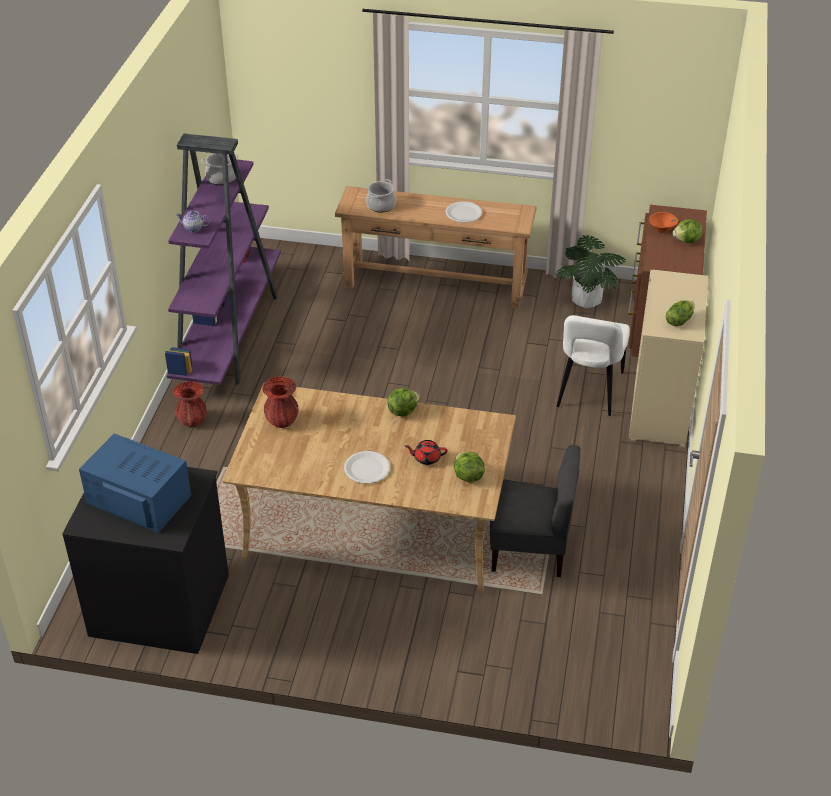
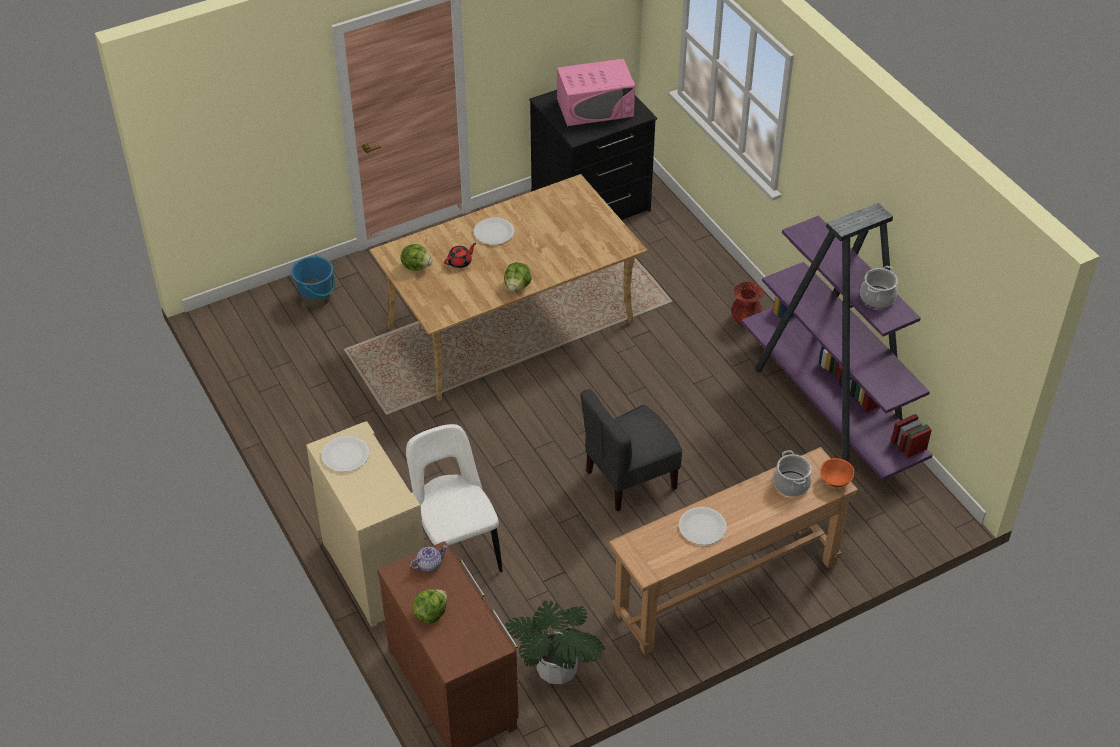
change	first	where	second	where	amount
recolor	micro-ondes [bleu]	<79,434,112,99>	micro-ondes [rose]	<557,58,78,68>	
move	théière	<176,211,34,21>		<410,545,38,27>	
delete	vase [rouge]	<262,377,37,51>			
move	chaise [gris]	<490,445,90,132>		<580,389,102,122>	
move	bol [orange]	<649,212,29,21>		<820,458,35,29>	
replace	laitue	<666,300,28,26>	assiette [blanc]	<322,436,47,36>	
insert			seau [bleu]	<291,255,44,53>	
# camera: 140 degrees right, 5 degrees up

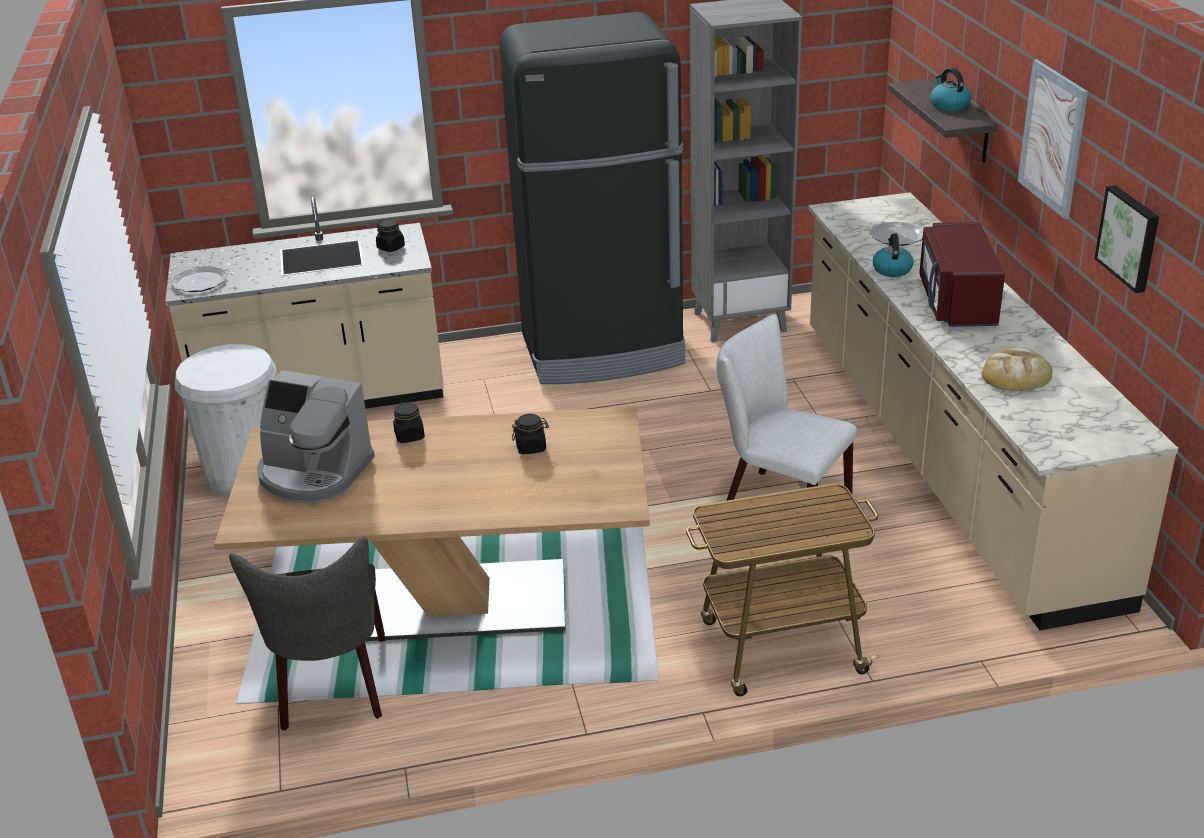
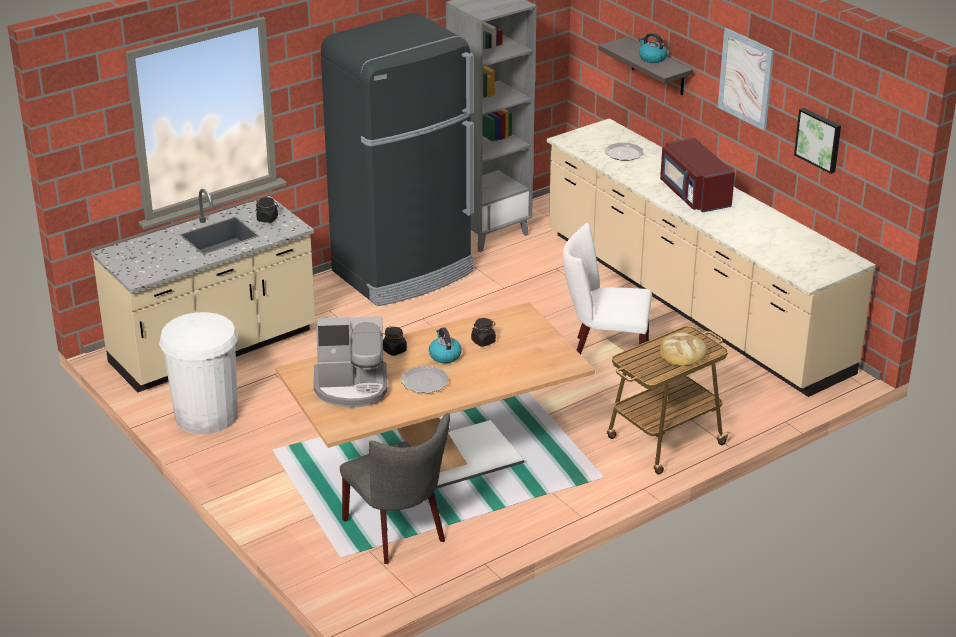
change	first	where	second	where	amount
move	assiette	<171,266,57,26>		<401,366,48,27>	
move	bouilloire	<873,234,40,43>		<429,327,33,36>	
move	pain	<982,347,70,44>		<660,332,48,34>	
# camera: 25 degrees left, 0 degrees up

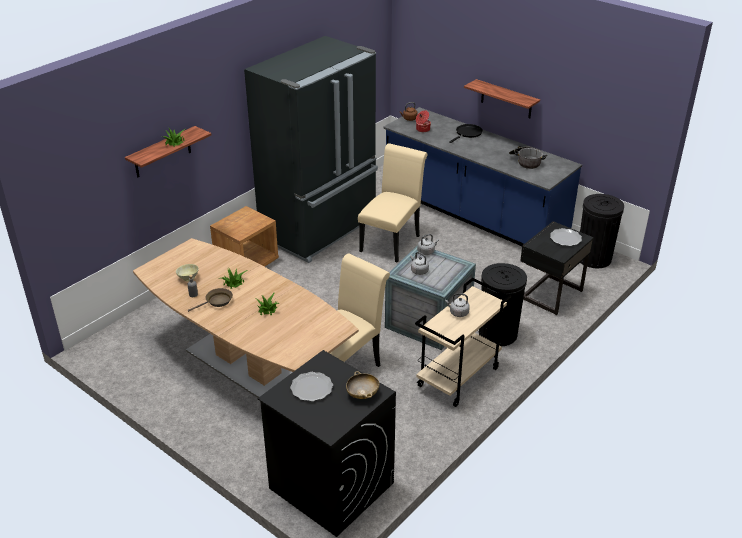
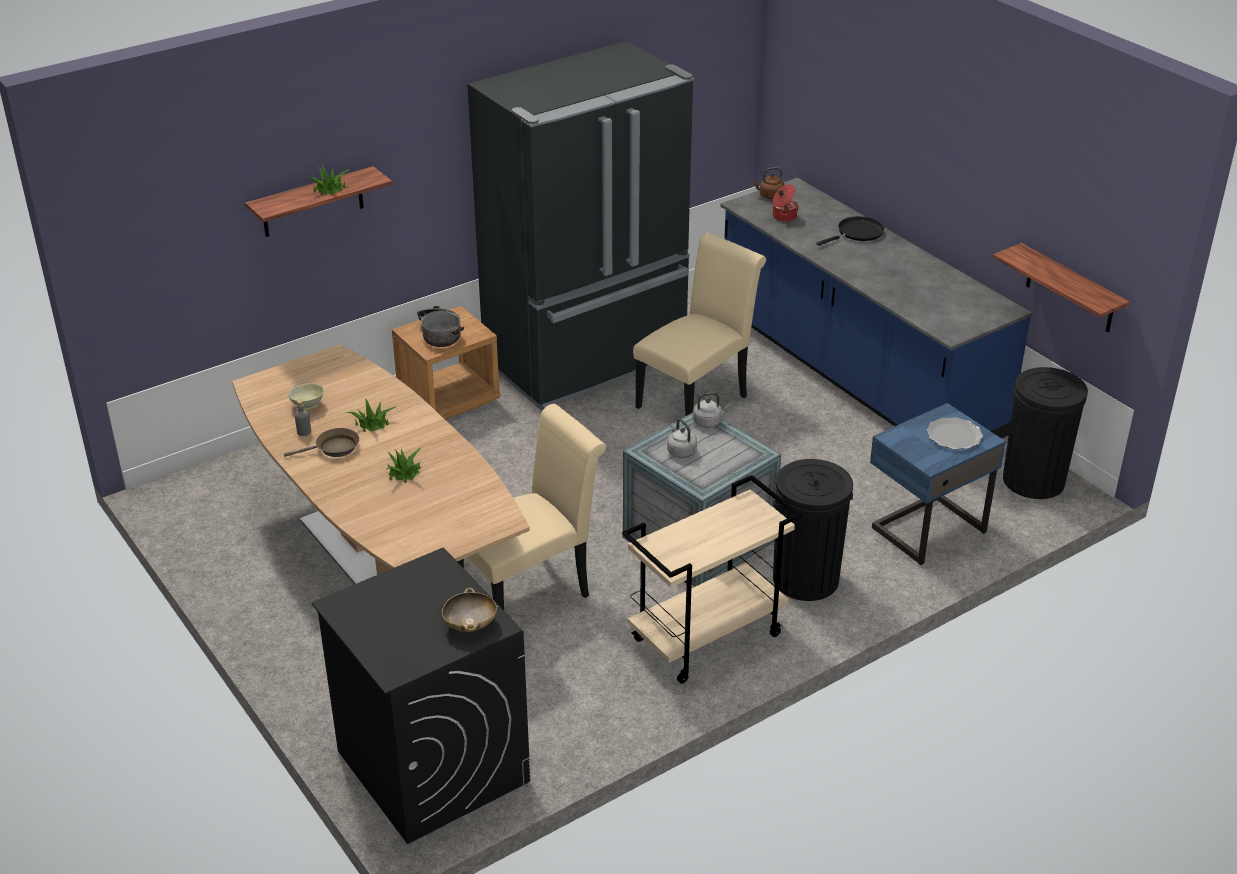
change	first	where	second	where	amount
delete	assiette	<290,372,43,29>			
delete	bouilloire [gris]	<445,293,25,24>			
move	étagère	<464,79,76,39>		<993,243,137,89>	
move	marmite	<509,146,38,23>		<417,306,47,41>	
recolor	table de chevet [noir]	<520,221,74,94>	table de chevet [bleu]	<870,403,136,162>	
# camera: 15 degrees right, 0 degrees up

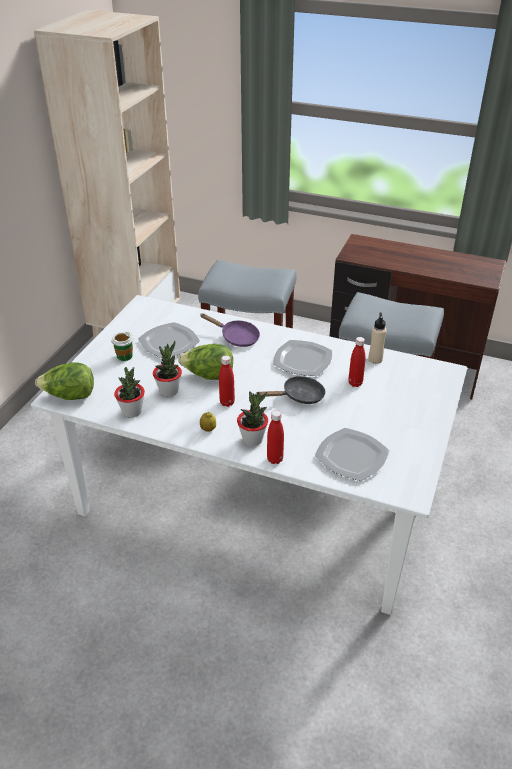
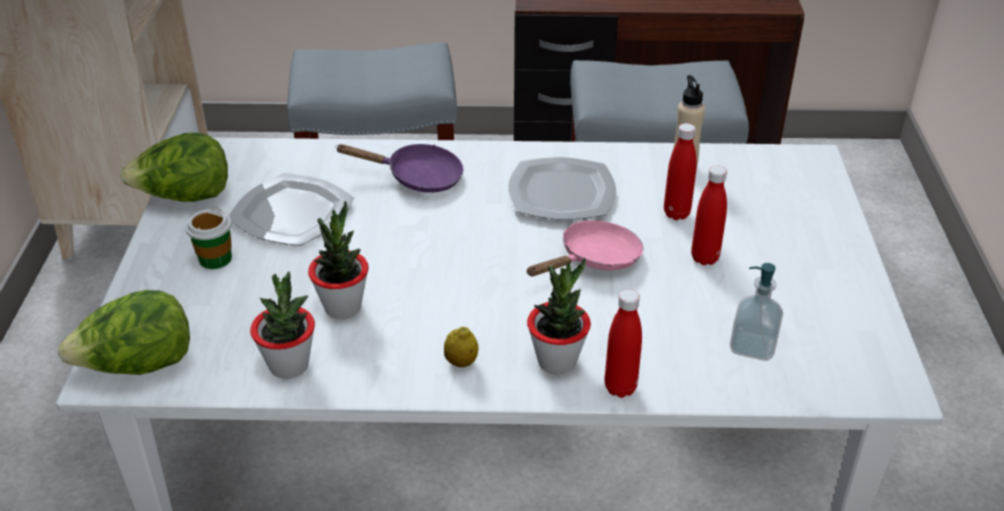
change	first	where	second	where	amount
move	laitue	<178,344,55,36>		<120,133,108,69>	
move	bouteille [rouge]	<219,356,16,51>		<691,165,36,100>	
recolor	poêle [noir]	<255,376,71,28>	poêle [rose]	<526,220,117,56>	
replace	assiette	<315,428,75,53>	distributeur de savon	<730,263,53,98>	
# camera: 20 degrees left, 0 degrees up

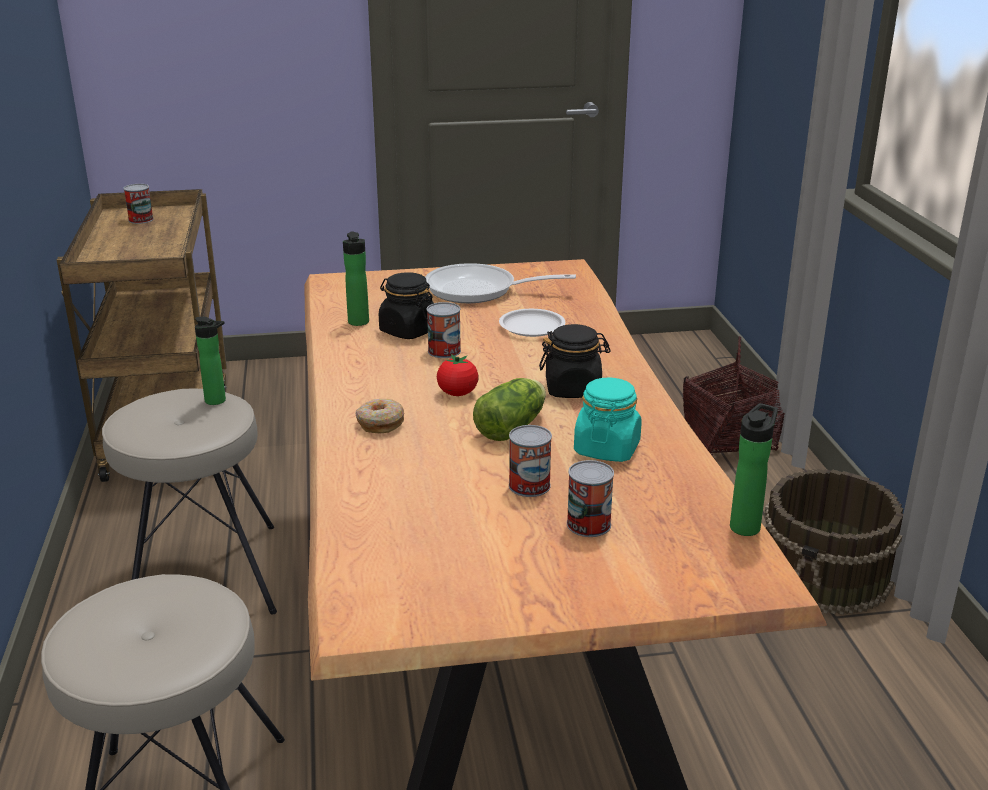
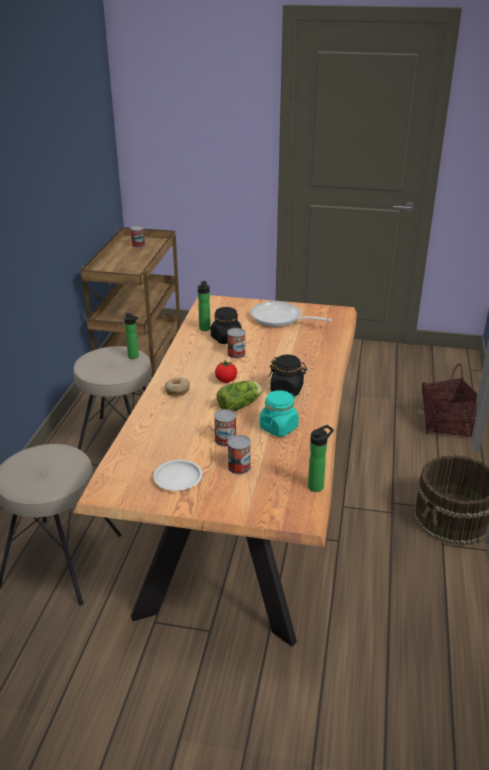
change	first	where	second	where	amount
move	assiette [blanc]	<499,309,66,28>		<153,460,50,31>	
# camera: 20 degrees right, 5 degrees up

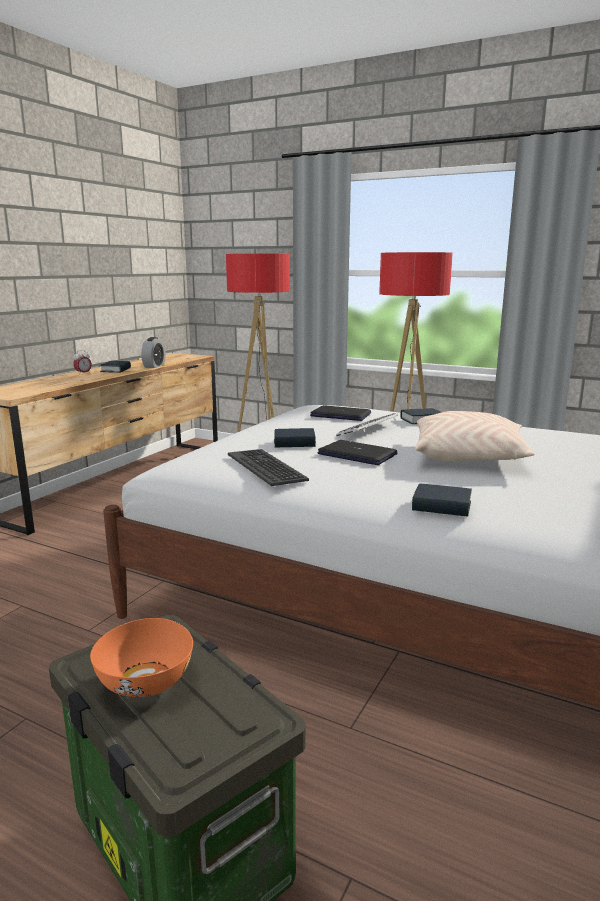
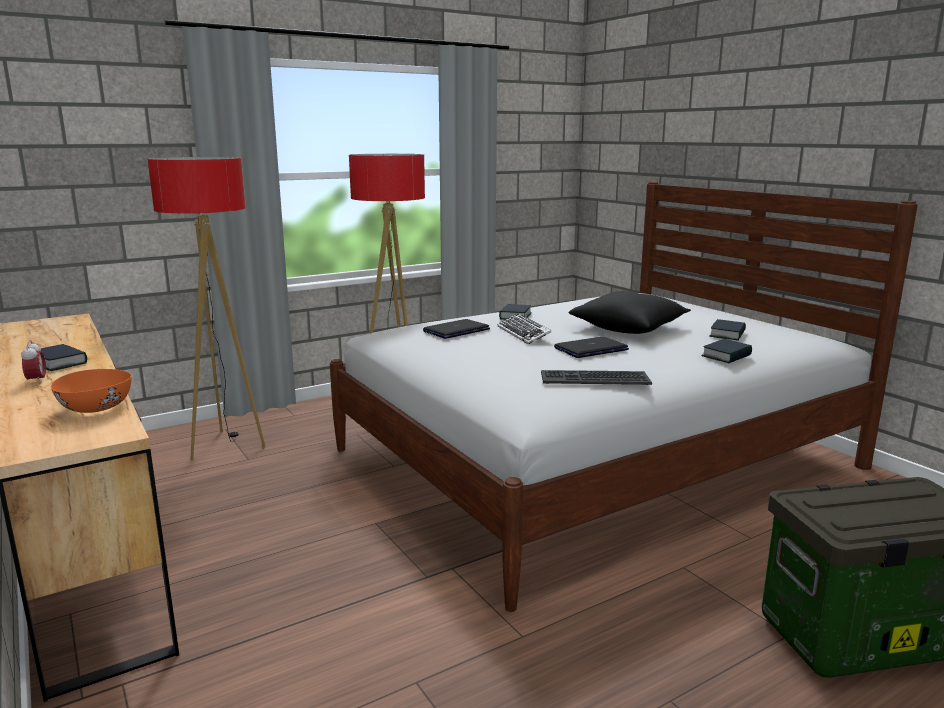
change	first	where	second	where	amount
move	bol [orange]	<90,618,103,80>		<51,369,81,44>	
delete	réveil	<141,337,25,31>			
move	livre	<274,428,42,19>		<709,319,37,22>	
recolor	coussin [beige]	<415,411,119,50>	coussin [noir]	<569,291,122,43>	
# camera: 60 degrees left, 0 degrees up

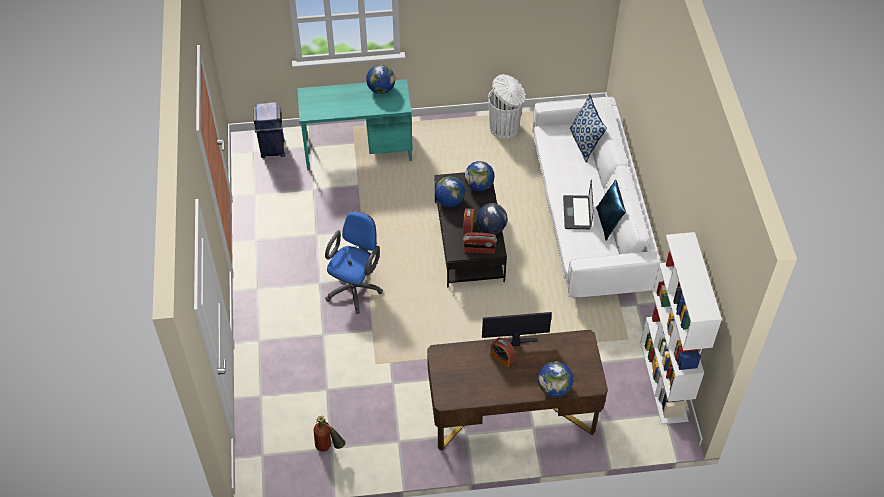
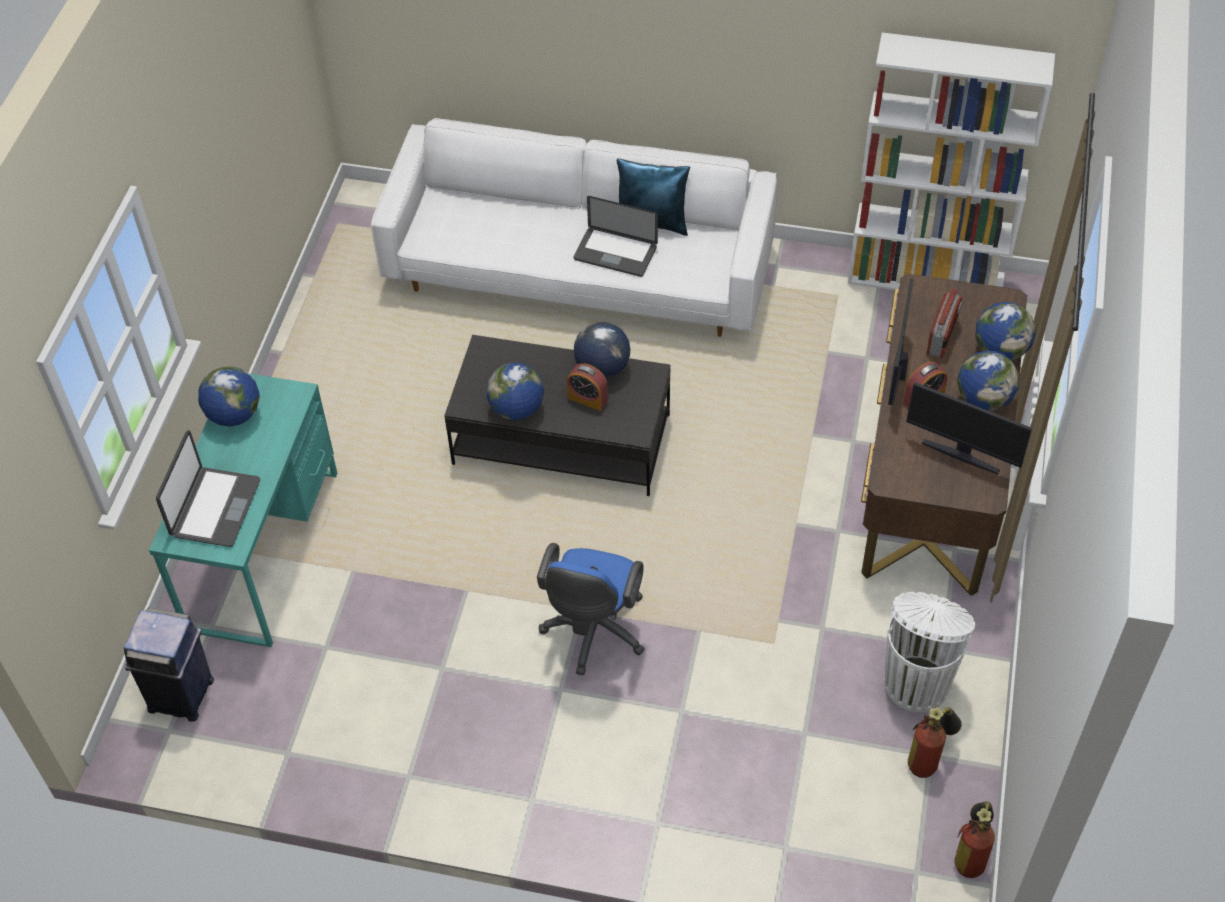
change	first	where	second	where	amount
rotate	chaise de bureau [bleu]	<325,211,58,103>		<537,543,108,132>	120 degrees counterclockwise
move	radio	<463,233,34,21>		<927,288,35,70>	
move	globe	<465,161,30,30>		<957,351,62,60>	
move	poubelle [blanc]	<488,74,38,65>		<885,592,90,120>	
delete	coussin	<570,94,37,69>			
insert			ordinateur portable	<156,430,104,117>	
insert			écran d'ordinateur	<906,382,126,92>	
insert			extincteur	<954,801,41,77>	
# camera: 70 degrees left, 0 degrees up

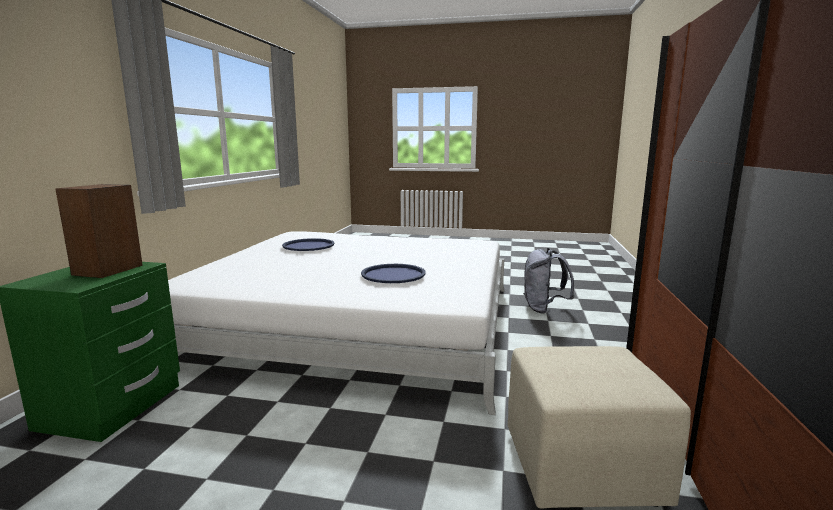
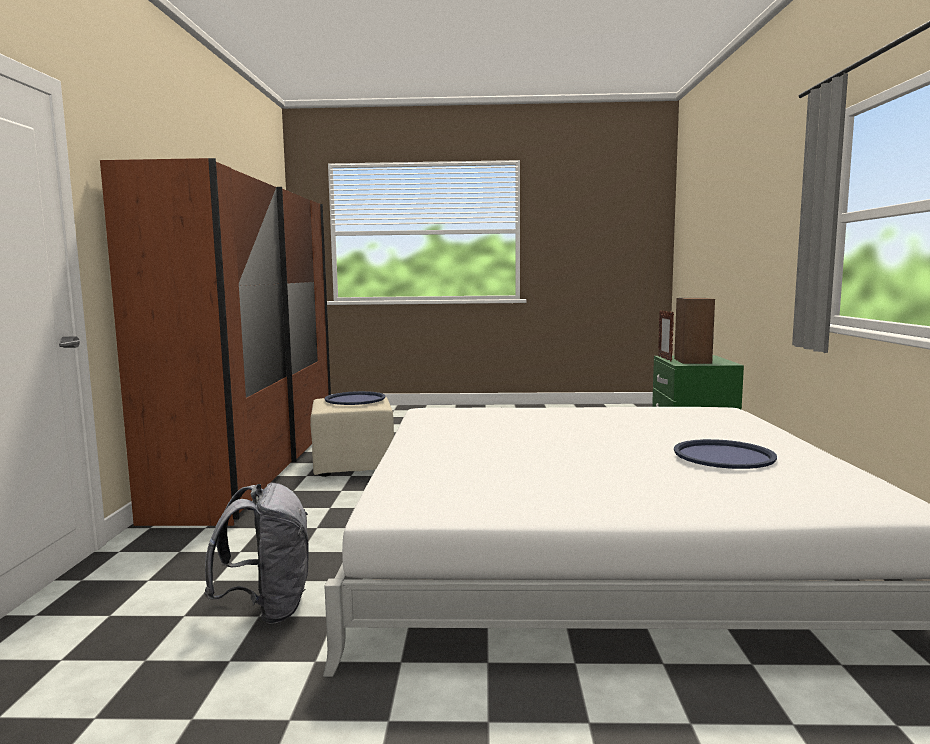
change	first	where	second	where	amount
move	plateau [bleu]	<361,264,65,19>		<325,391,60,14>	
insert			cadre photo	<658,310,16,51>	
# camera: 170 degrees right, 5 degrees down

